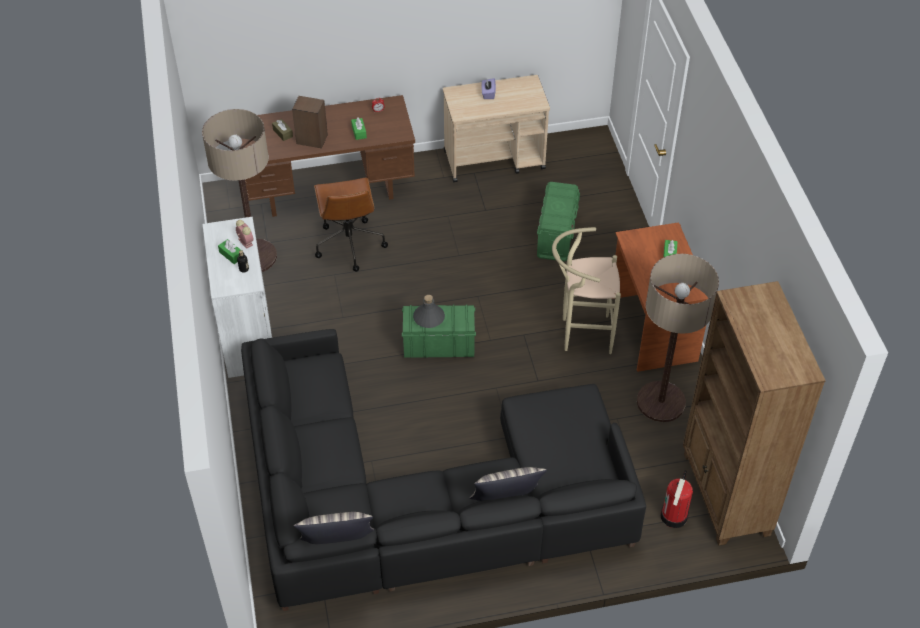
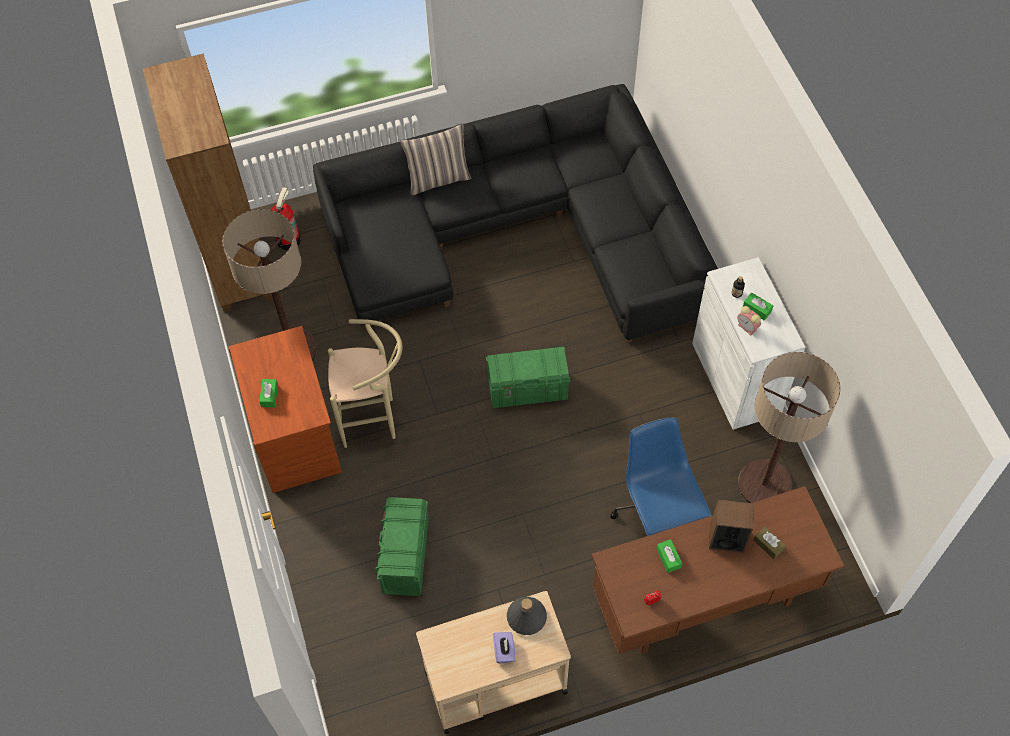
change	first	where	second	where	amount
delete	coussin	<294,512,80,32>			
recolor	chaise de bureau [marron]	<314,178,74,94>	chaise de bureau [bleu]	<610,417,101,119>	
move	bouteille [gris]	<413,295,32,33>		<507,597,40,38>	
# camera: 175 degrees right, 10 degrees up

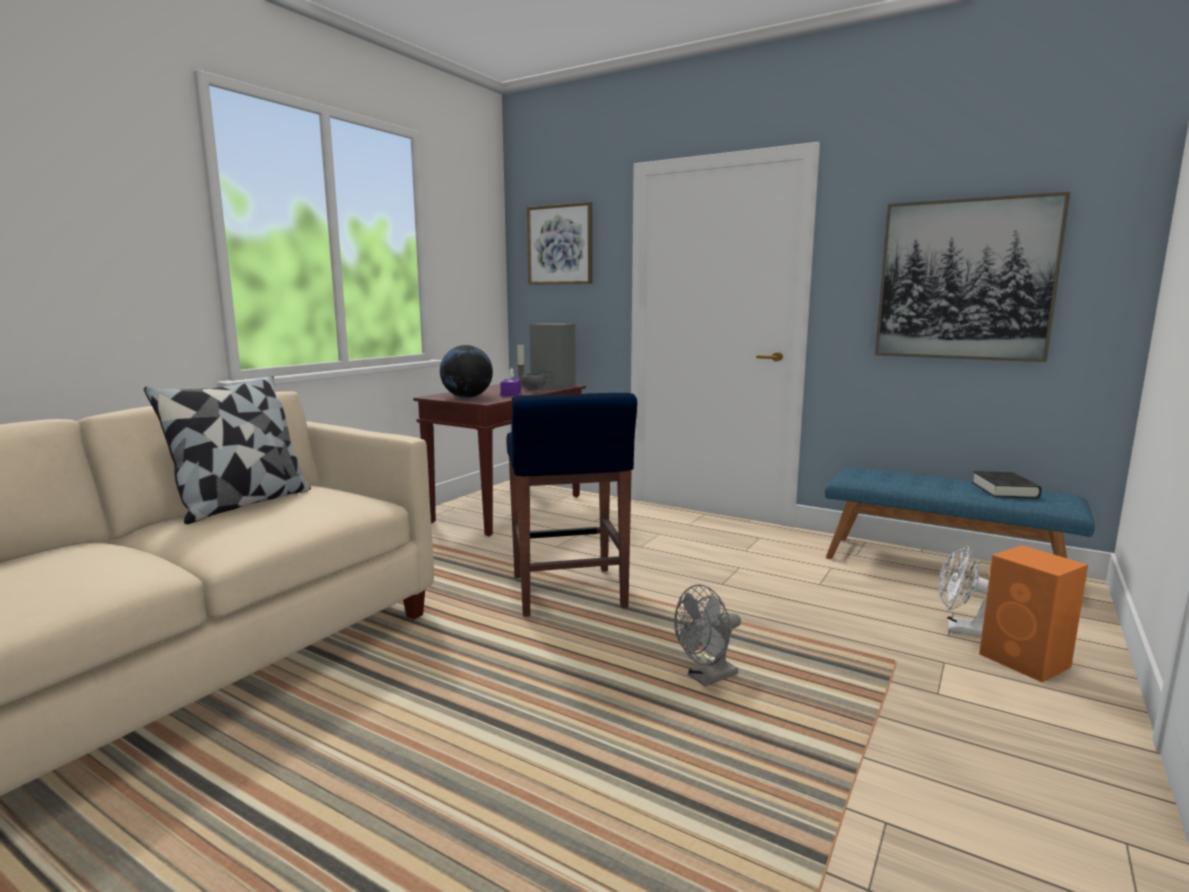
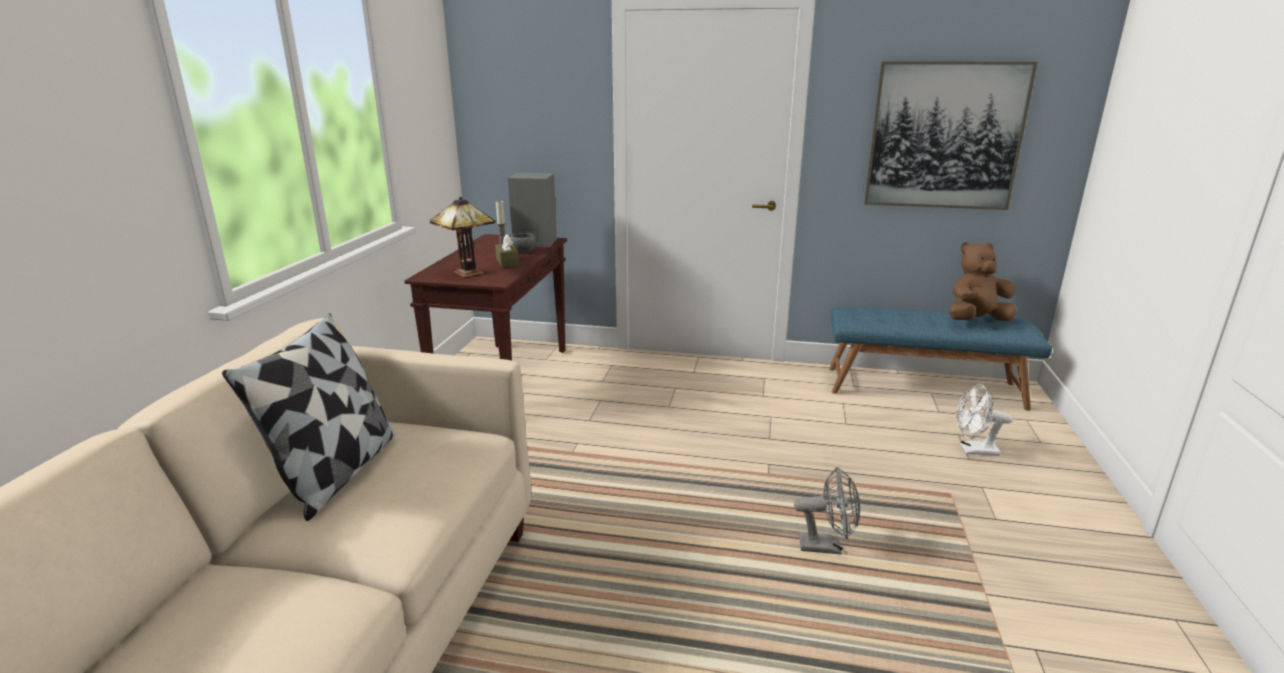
change	first	where	second	where	amount
replace	globe	<440,345,53,53>	lampe de table	<430,196,66,81>	
recolor	boîte à mouchoirs [violet]	<500,368,21,28>	boîte à mouchoirs [marron]	<495,234,24,33>	
delete	tabouret [bleu]	<506,393,131,224>			
delete	tableau	<527,202,65,83>			
rotate	ventilateur [gris]	<674,584,67,103>		<794,467,66,88>	120 degrees counterclockwise
replace	livre [noir]	<972,471,70,28>	peluche [marron]	<949,242,67,79>	
delete	enceinte [orange]	<979,545,109,138>			
# camera: 20 degrees left, 10 degrees up

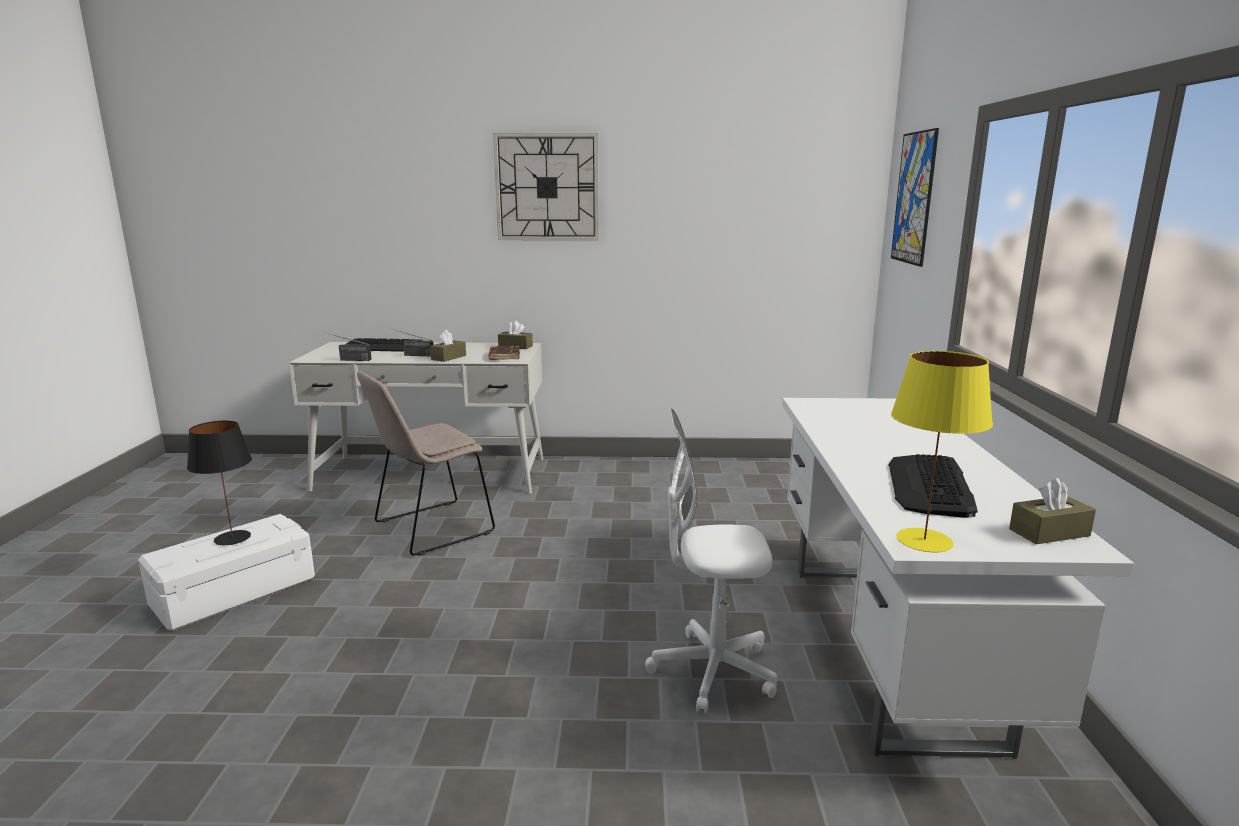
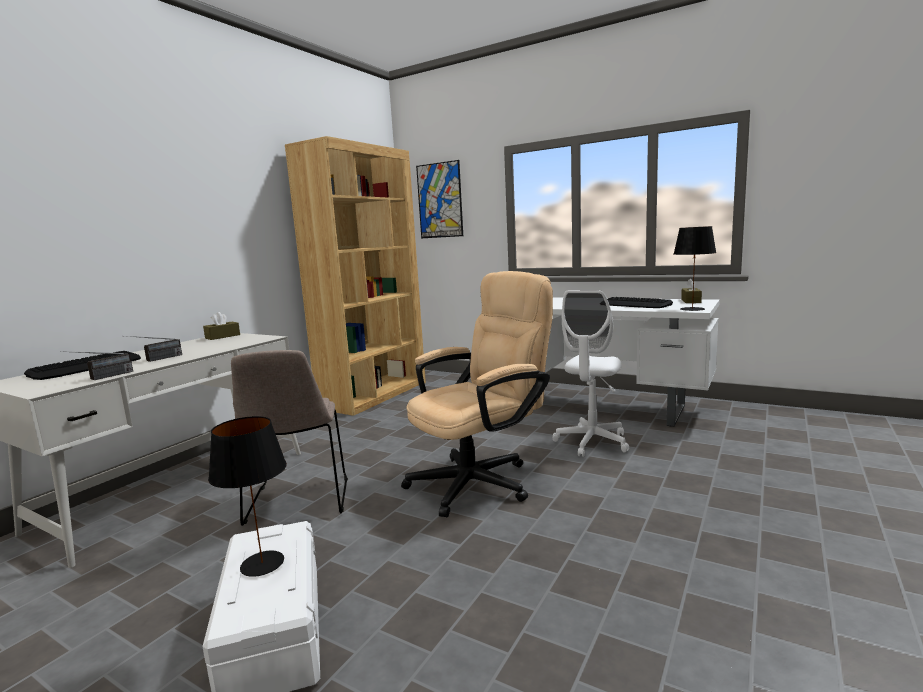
change	first	where	second	where	amount
delete	boîte à mouchoirs [marron]	<430,330,36,32>			
delete	livre [marron]	<488,346,32,14>			
delete	horloge murale	<493,133,106,107>			
recolor	lampe de table [jaune]	<891,351,102,202>	lampe de table [noir]	<674,226,42,85>	
insert			bibliothèque [marron]	<285,136,141,280>	
insert			chaise de bureau [beige]	<401,271,152,246>	
# camera: 60 degrees left, 5 degrees down

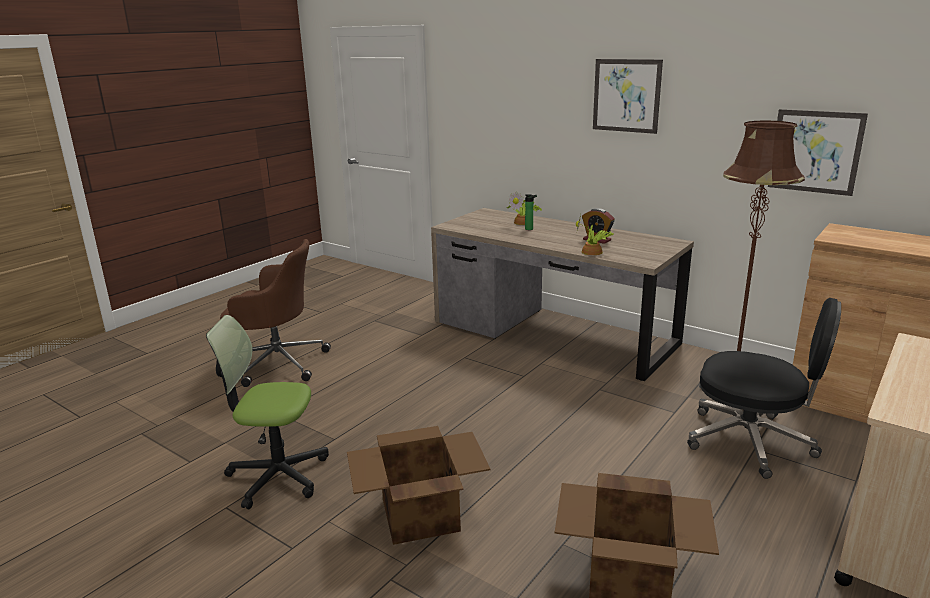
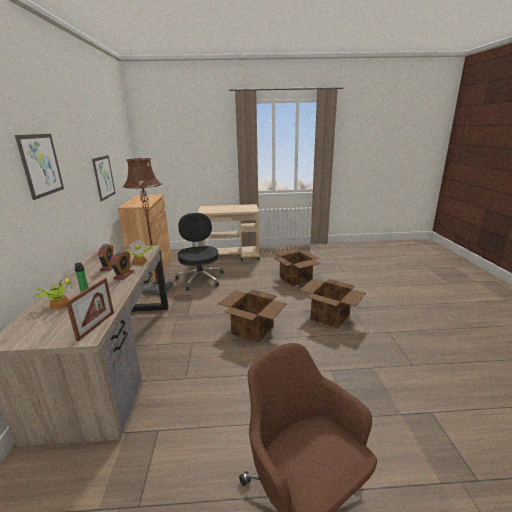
change	first	where	second	where	amount
delete	chaise de bureau	<206,315,123,194>			
insert			cadre photo	<66,278,48,63>	
insert			réveil	<110,251,24,29>	
insert			carton	<218,289,69,54>	
# camera: 130 degrees left, 0 degrees up

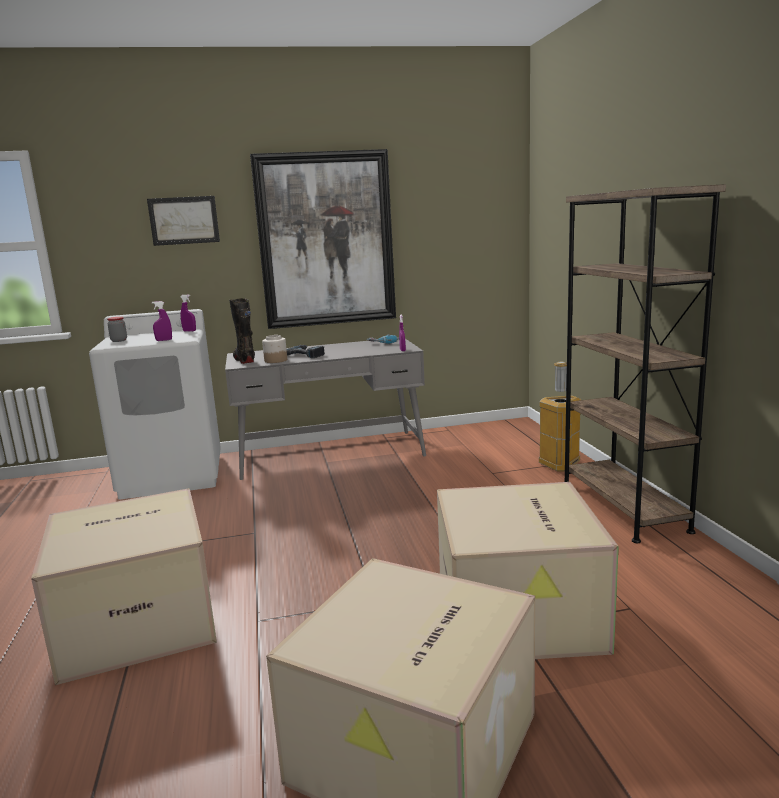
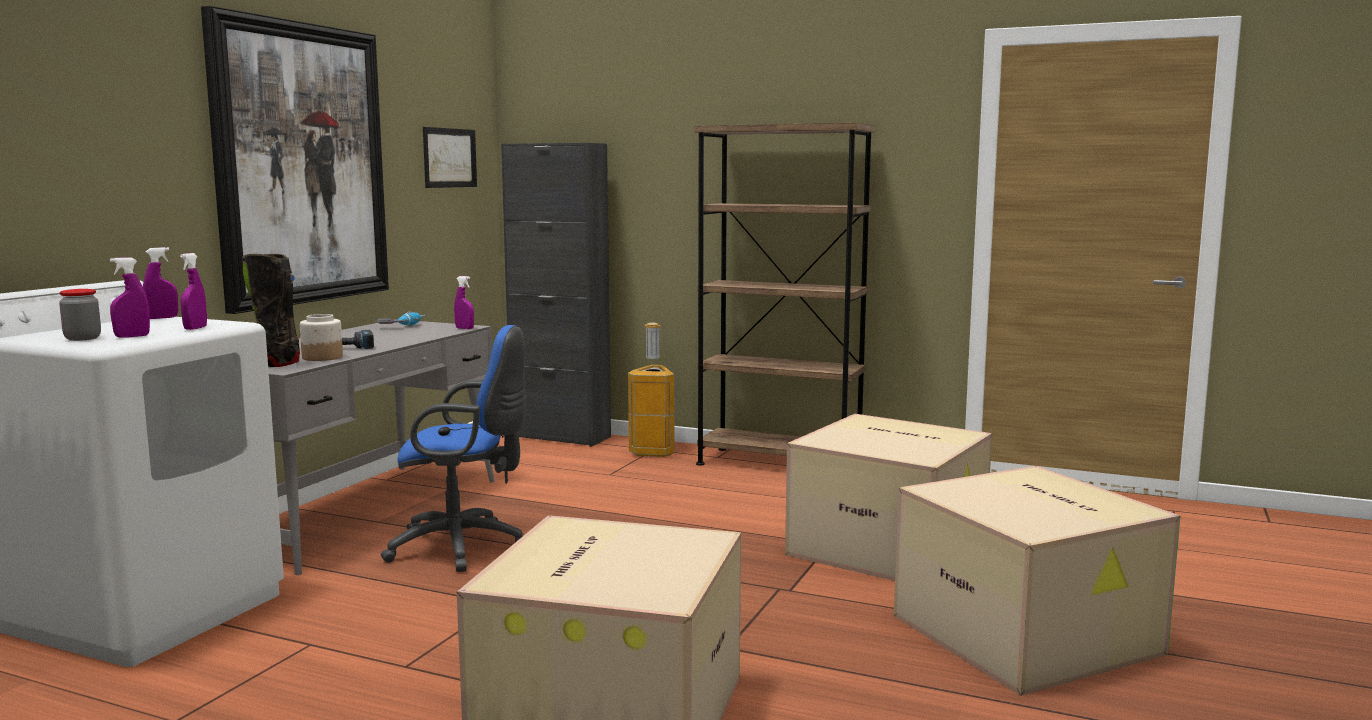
change	first	where	second	where	amount
move	tableau	<147,196,73,50>		<423,127,54,61>	
insert			vaporisateur [violet]	<110,257,40,81>	
insert			chaise de bureau [bleu]	<381,325,145,247>	
insert			meuble de rangement [noir]	<501,143,110,304>	
# camera: 55 degrees left, 5 degrees down

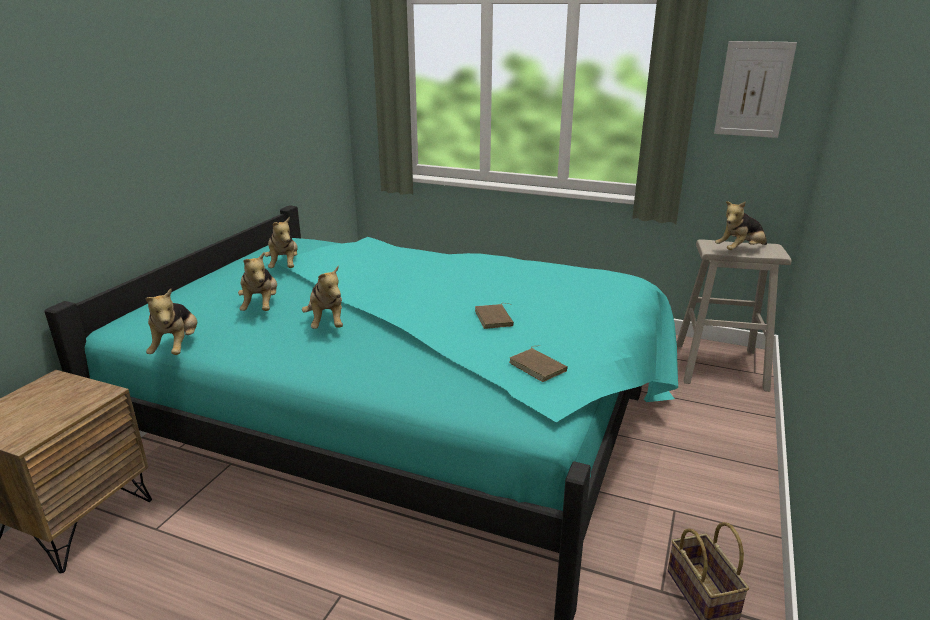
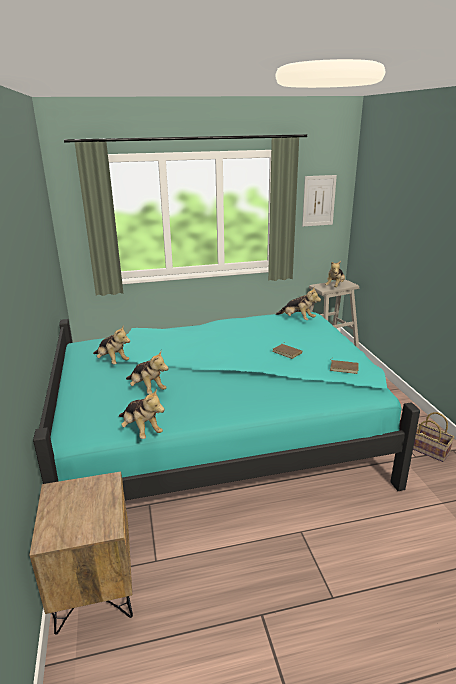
change	first	where	second	where	amount
move	peluche	<302,266,41,63>		<276,288,45,32>	
# camera: 35 degrees left, 0 degrees up

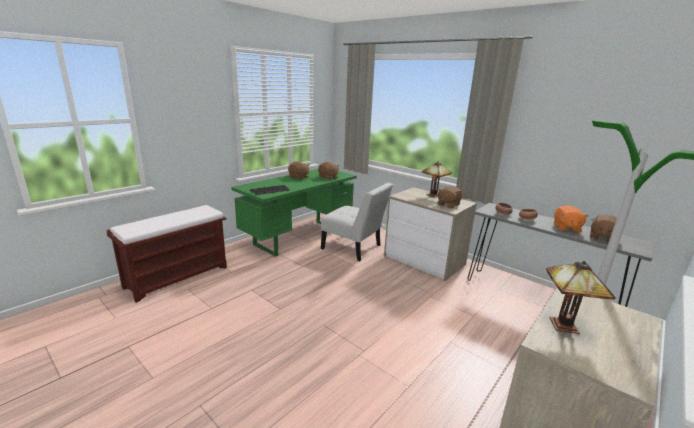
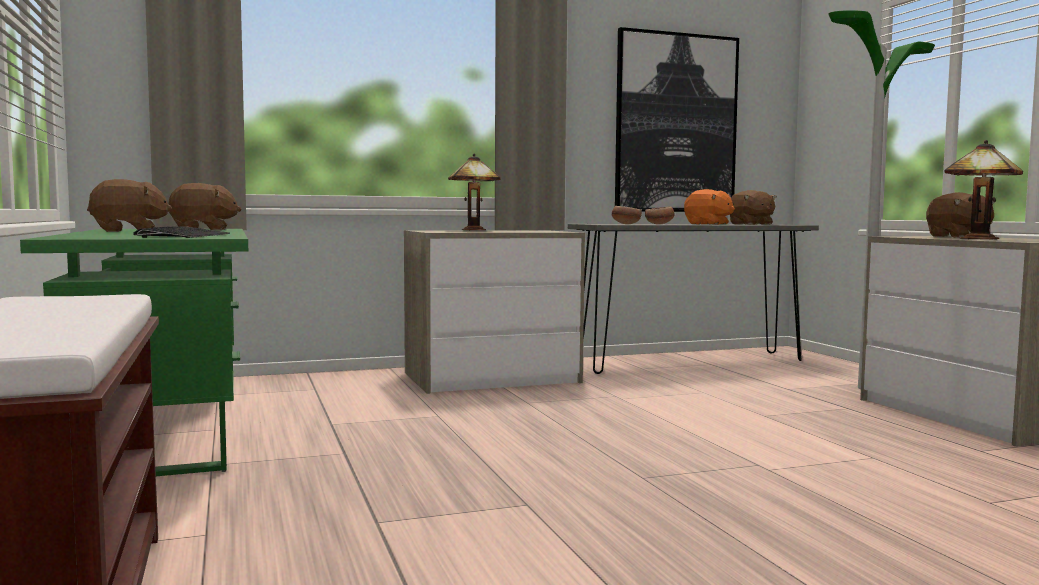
change	first	where	second	where	amount
delete	chaise [blanc]	<321,182,72,79>			
move	peluche [marron]	<437,186,25,22>		<926,192,70,46>	
insert			tableau	<615,27,124,185>	
# camera: 60 degrees left, 15 degrees down

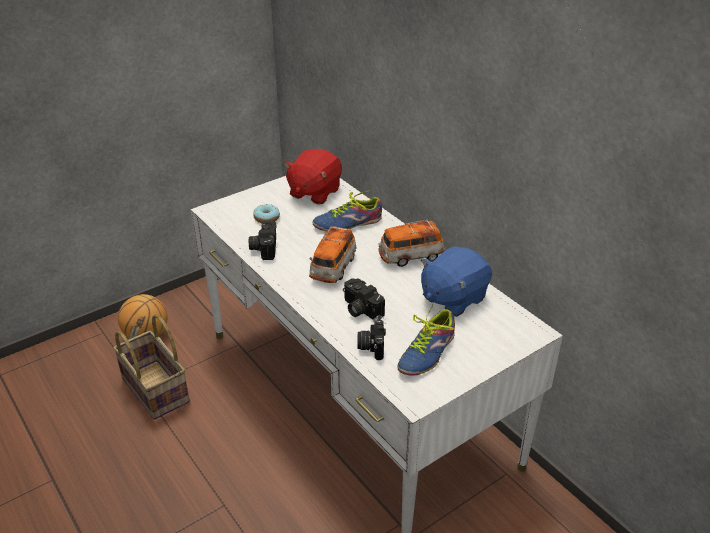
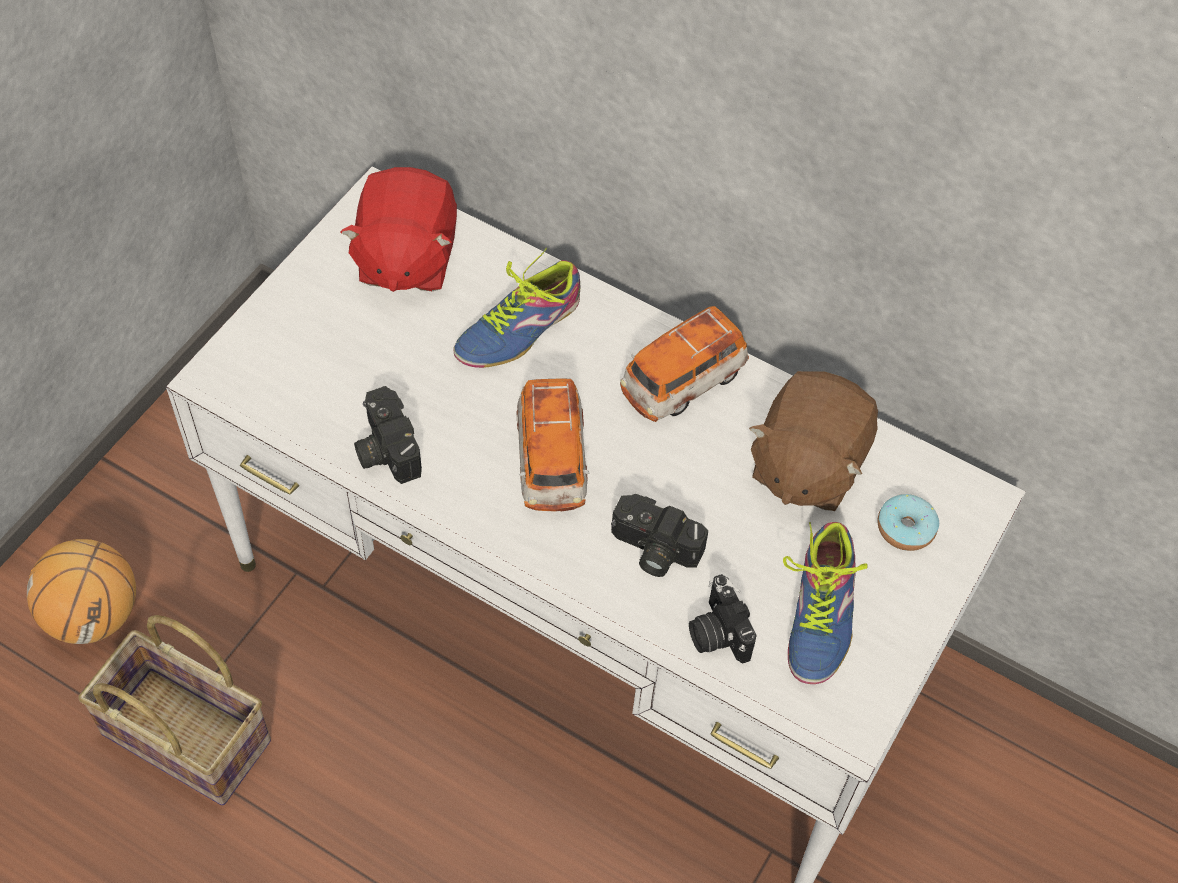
change	first	where	second	where	amount
move	beignet	<253,204,27,19>		<878,494,61,57>	
recolor	peluche [bleu]	<421,246,71,71>	peluche [marron]	<749,371,129,140>	
# camera: 25 degrees left, 20 degrees up

